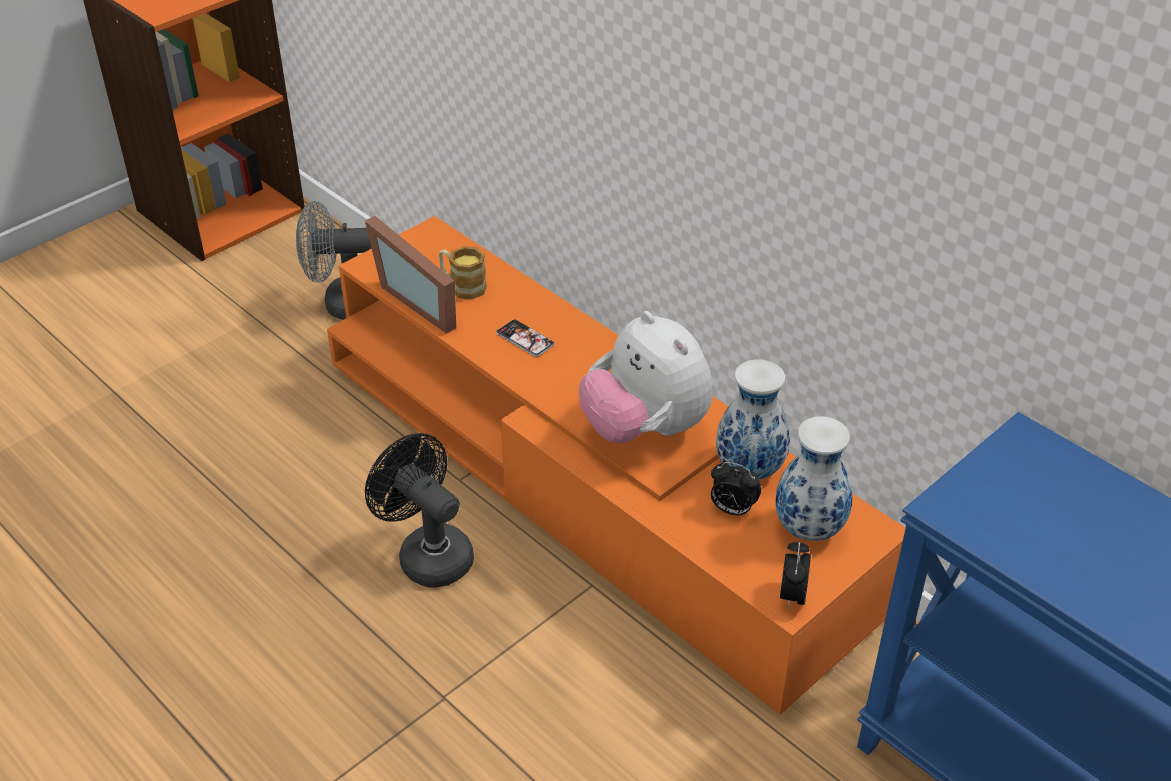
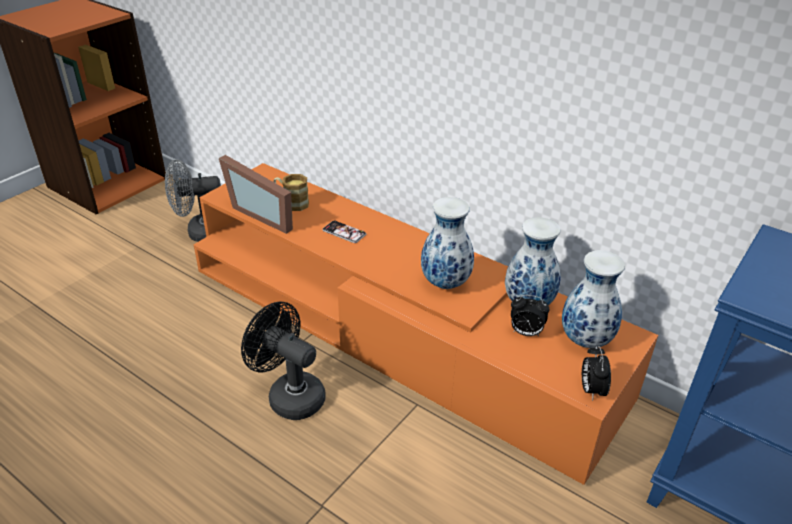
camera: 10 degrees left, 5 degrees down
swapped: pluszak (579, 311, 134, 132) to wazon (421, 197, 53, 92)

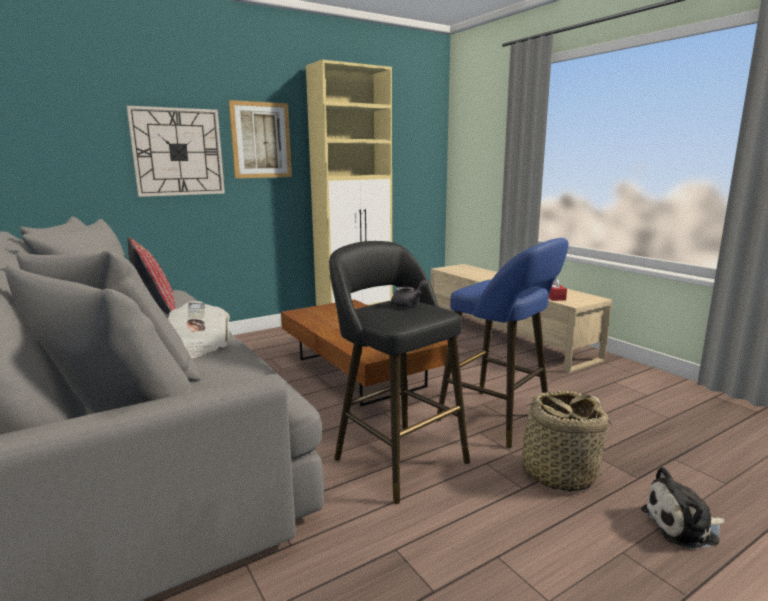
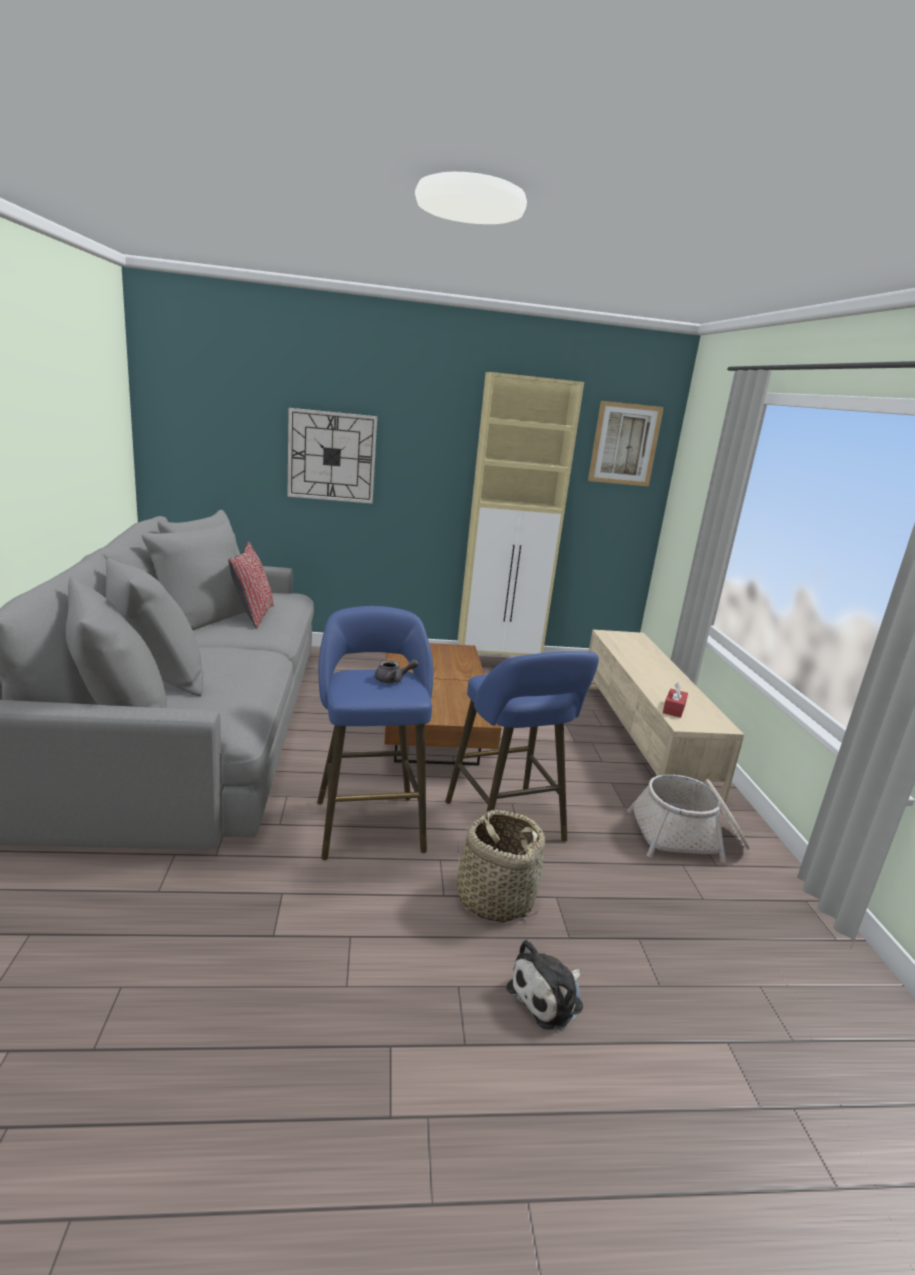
camera: 25 degrees right, 5 degrees up
gone: gazeta (168, 301, 62, 57)
new: koszyk (627, 774, 123, 88)
shifted: obraz (229, 100, 63, 78) to (588, 401, 76, 86)
repainted: stołek (czarny) (329, 241, 141, 263) to stołek (niebieski) (317, 606, 116, 254)
rotated: pluszak (641, 467, 84, 82) = (506, 940, 77, 90) 60 degrees counterclockwise

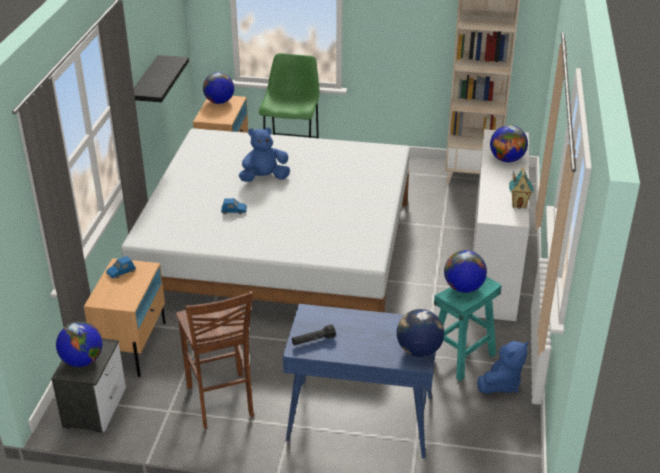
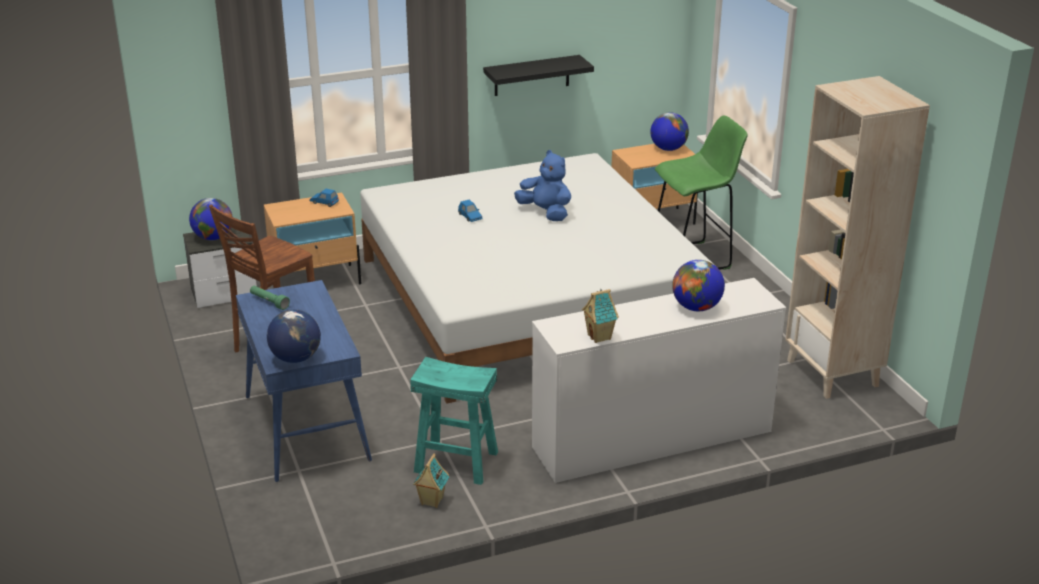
camera: 60 degrees right, 5 degrees down
gone: globus (444, 250, 43, 43)
swapped: pluszak (niebieski) (477, 341, 52, 53) to domek (413, 454, 36, 54)
repainted: latarka (czarny) (292, 324, 44, 21) to latarka (zielony) (250, 286, 40, 24)

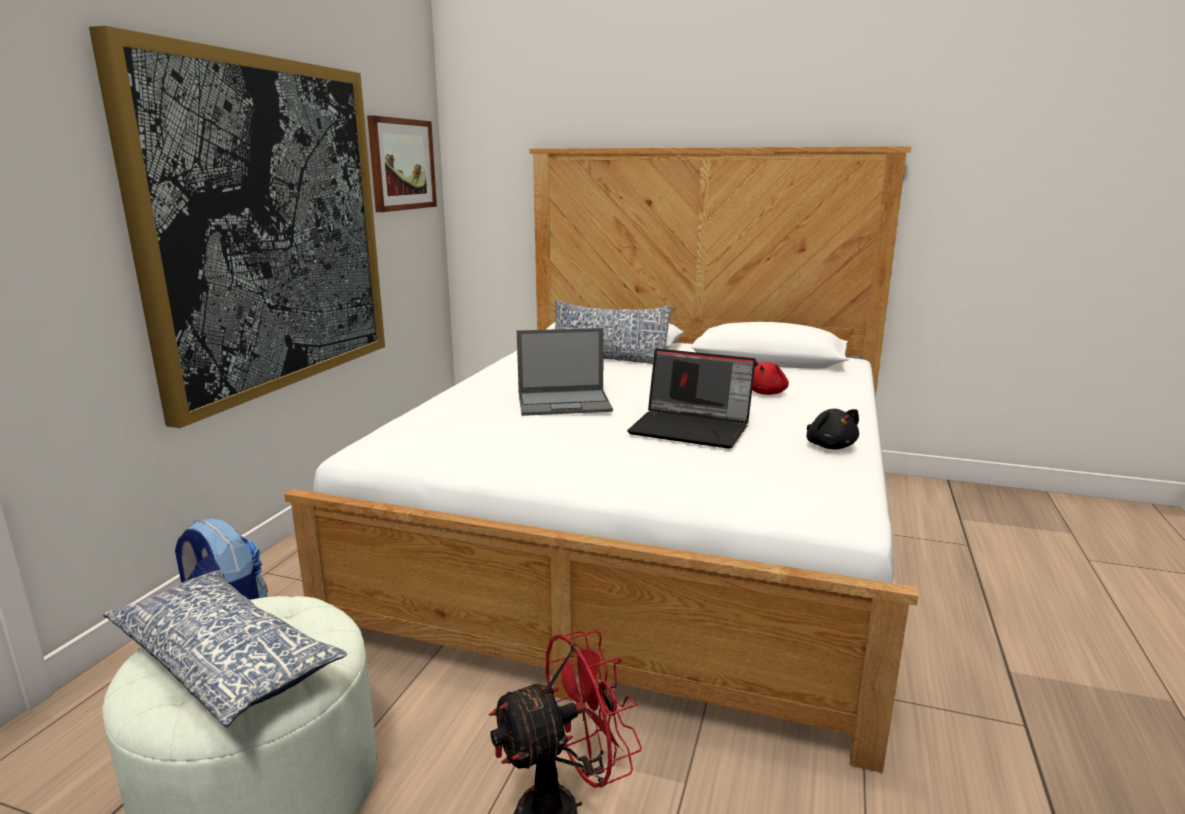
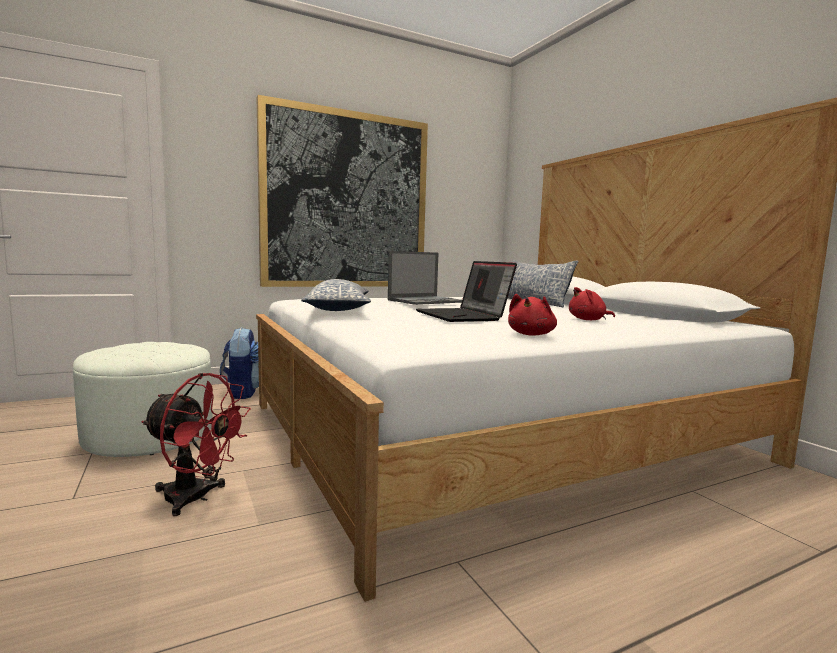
camera: 45 degrees right, 10 degrees down
gone: obraz (367, 115, 70, 97)
shifted: poduszka (103, 570, 244, 157) to (301, 279, 70, 32)
repainted: pluszak (czarny) (807, 409, 52, 40) to pluszak (czerwony) (508, 294, 49, 42)
rotated: laptop (517, 328, 96, 88) = (388, 251, 74, 54) 75 degrees counterclockwise

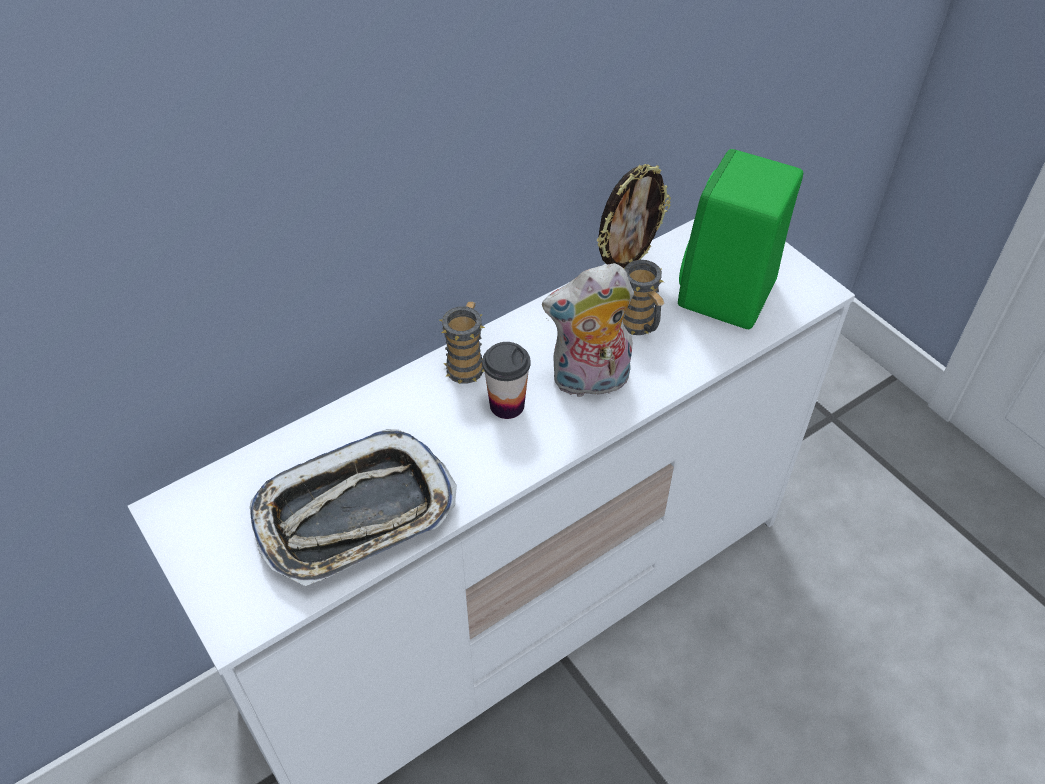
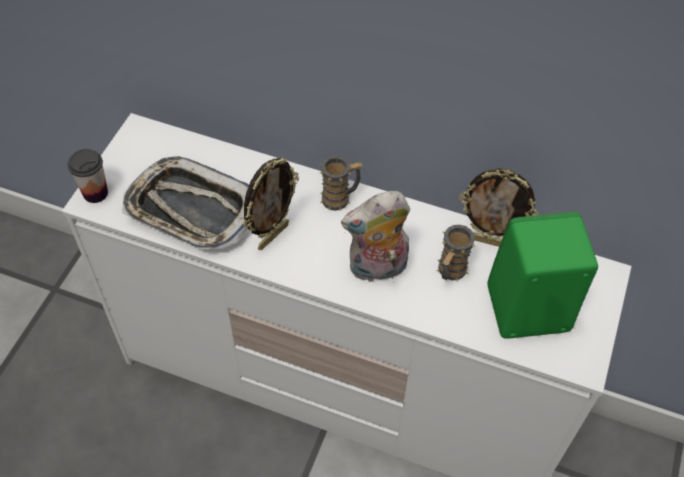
camera: 55 degrees right, 5 degrees up
new: ramka na zdjęcie (243, 158, 56, 92)
shifted: filiżanka (482, 342, 49, 77) to (68, 149, 40, 54)
rotated: pluszak (542, 263, 92, 134) = (341, 191, 69, 91) 60 degrees counterclockwise

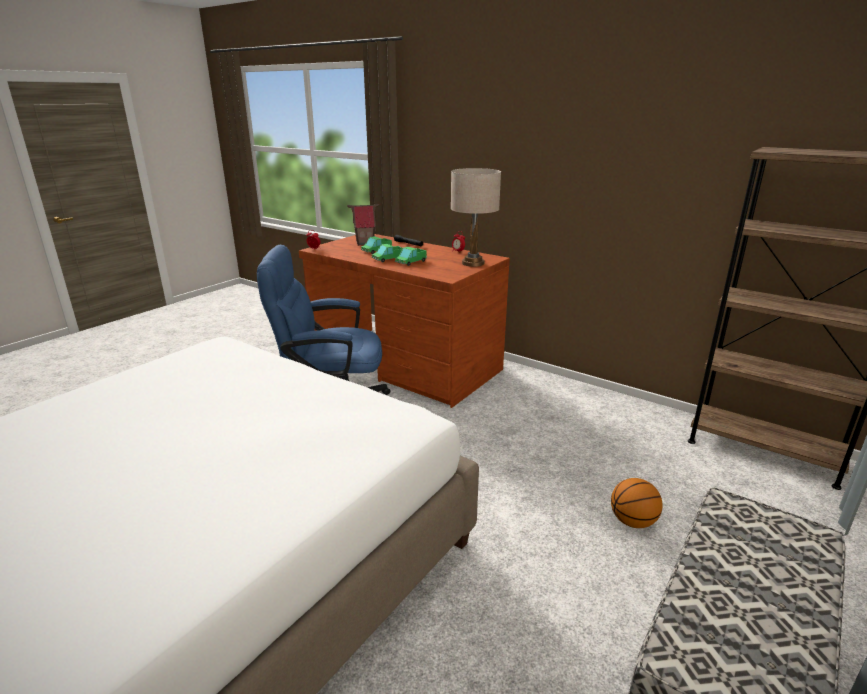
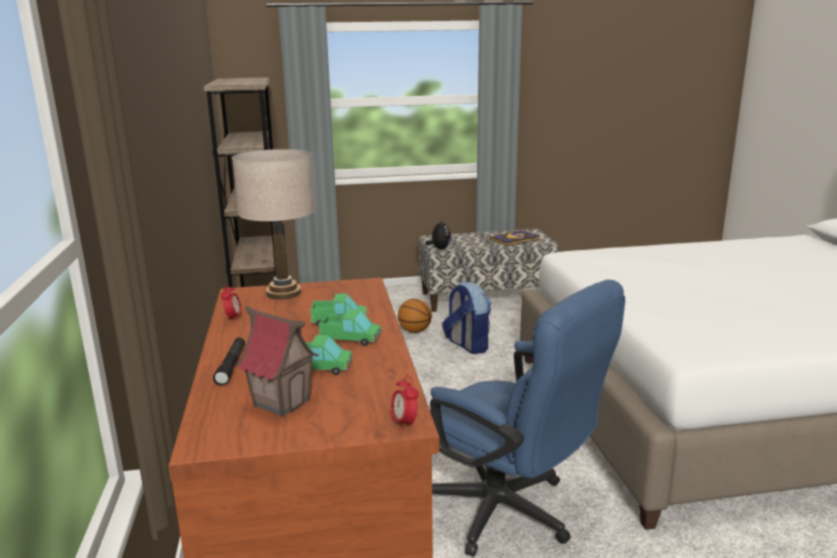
camera: 135 degrees left, 5 degrees down
new: pluszak (425, 220, 26, 29); plecak (442, 281, 49, 73); książka (490, 230, 50, 16)

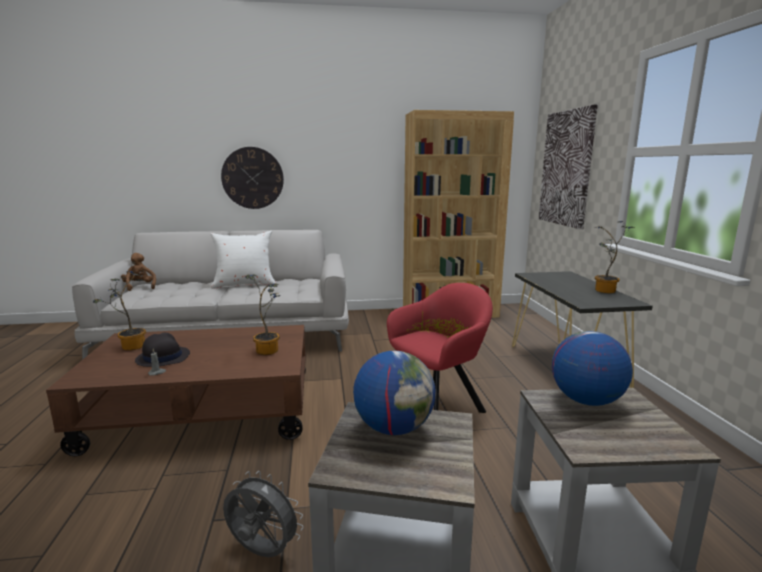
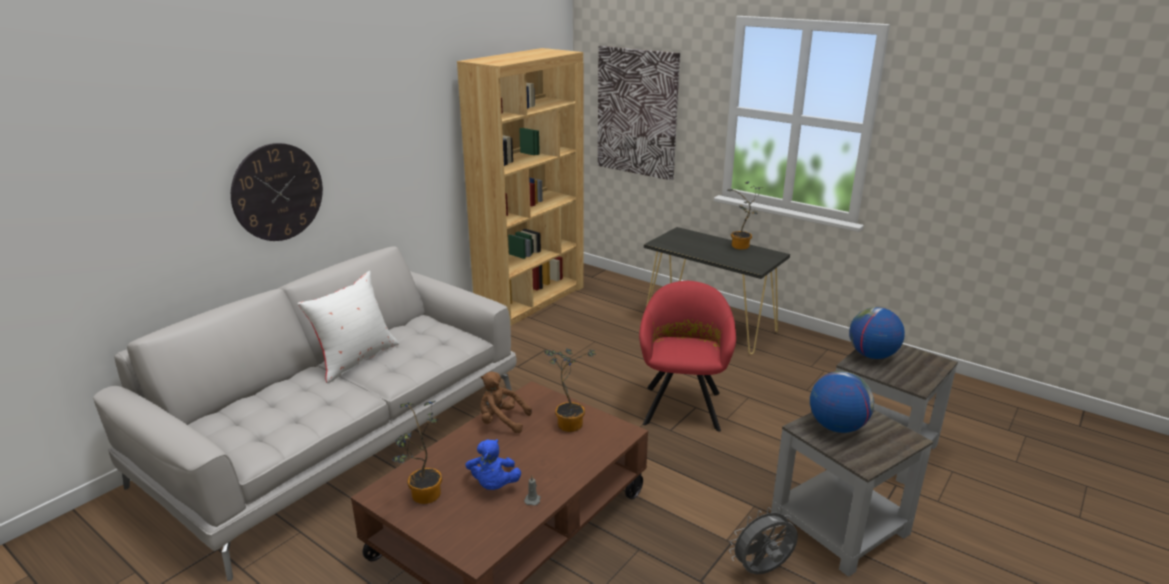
camera: 45 degrees left, 10 degrees up
shifted: pluszak (brązowy) (121, 253, 35, 38) to (480, 372, 52, 61)
swapped: kapelusz (czarny) (135, 333, 55, 34) to pluszak (niebieski) (466, 439, 55, 51)

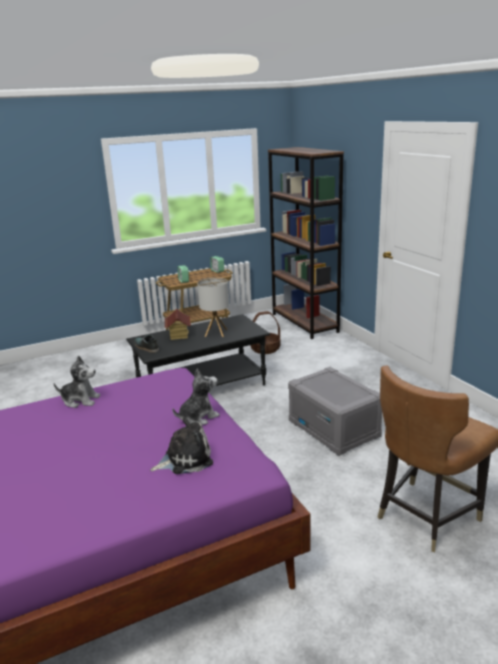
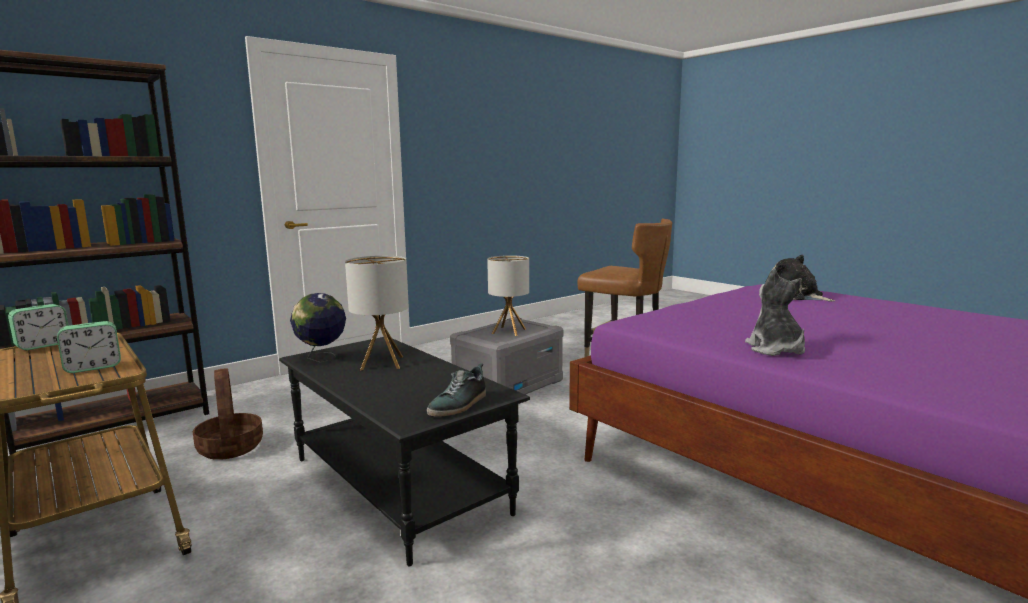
camera: 105 degrees left, 10 degrees down
gone: domek (165, 309, 26, 31); pluszak (173, 368, 47, 57)
new: globus (290, 293, 56, 70); lampa stołowa (487, 255, 42, 81)

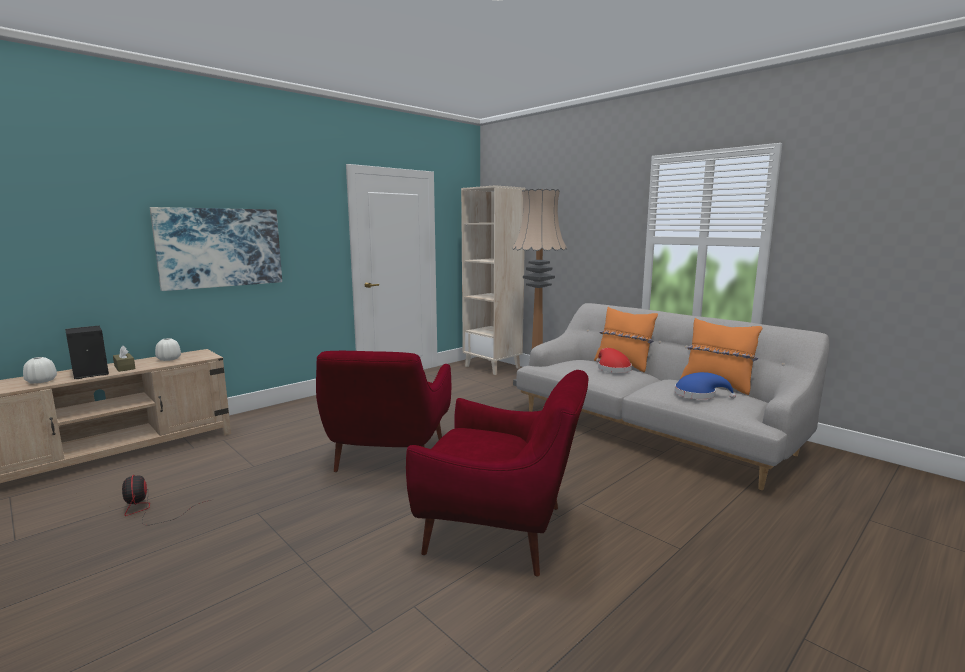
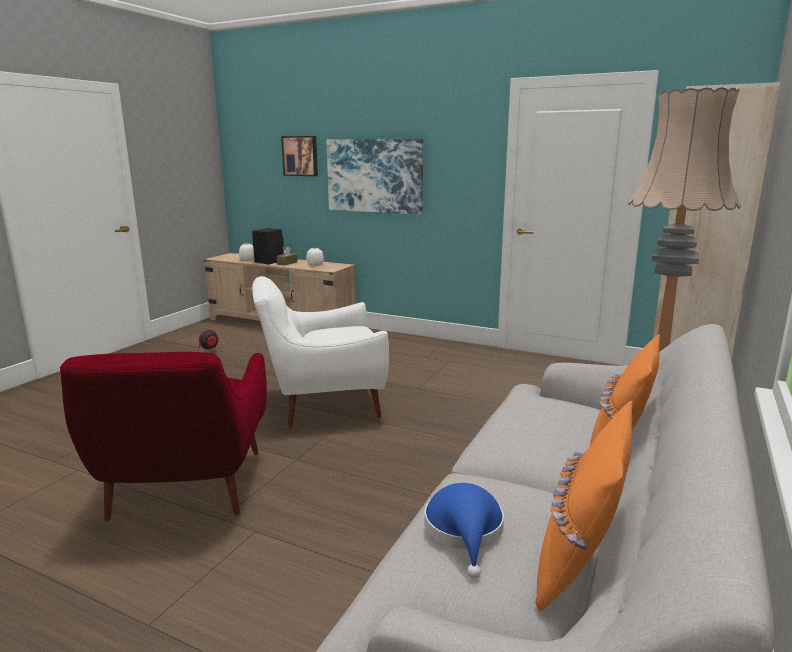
camera: 70 degrees right, 5 degrees up
gone: kapelusz (czerwony) (596, 348, 36, 25)
new: obraz (281, 136, 37, 40)
repainted: fotel (czerwony) (316, 351, 135, 121) to fotel (biały) (252, 276, 137, 152)

